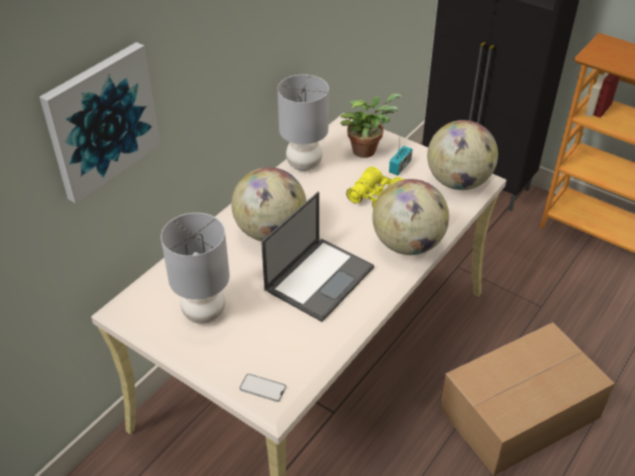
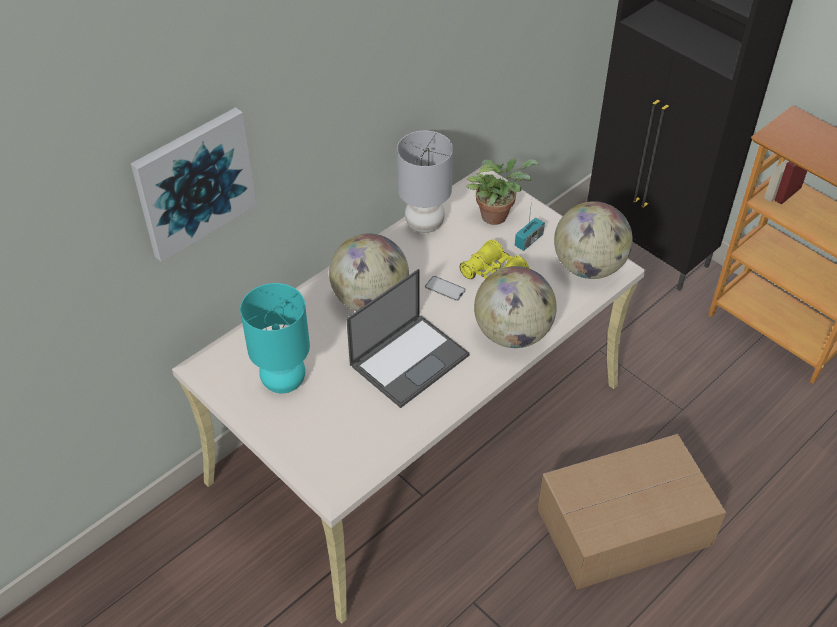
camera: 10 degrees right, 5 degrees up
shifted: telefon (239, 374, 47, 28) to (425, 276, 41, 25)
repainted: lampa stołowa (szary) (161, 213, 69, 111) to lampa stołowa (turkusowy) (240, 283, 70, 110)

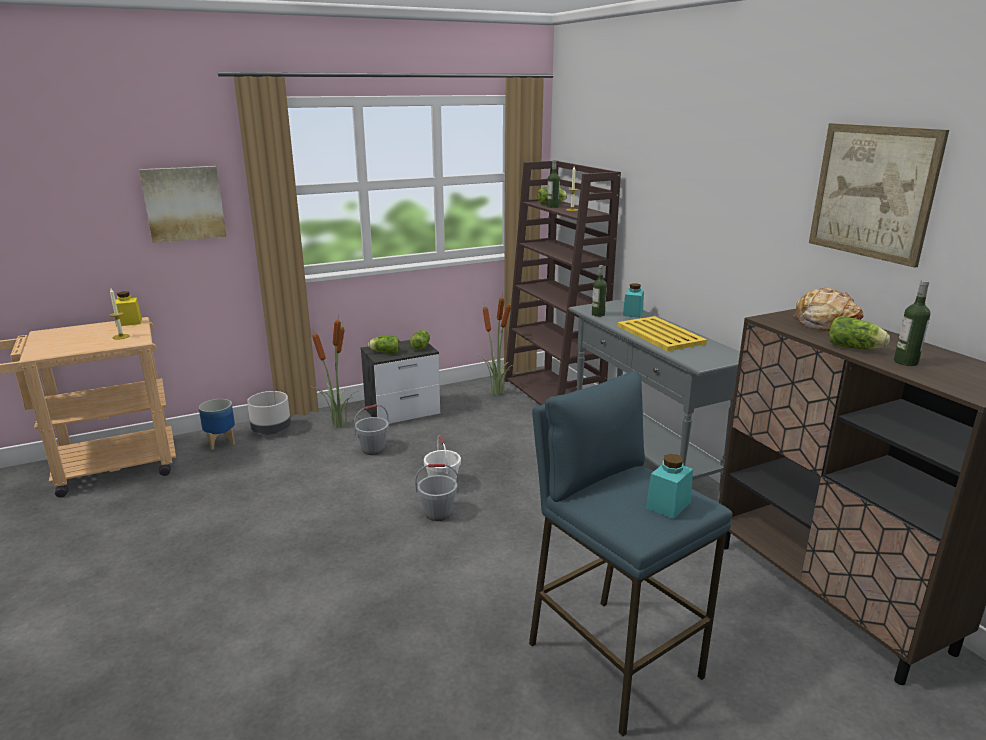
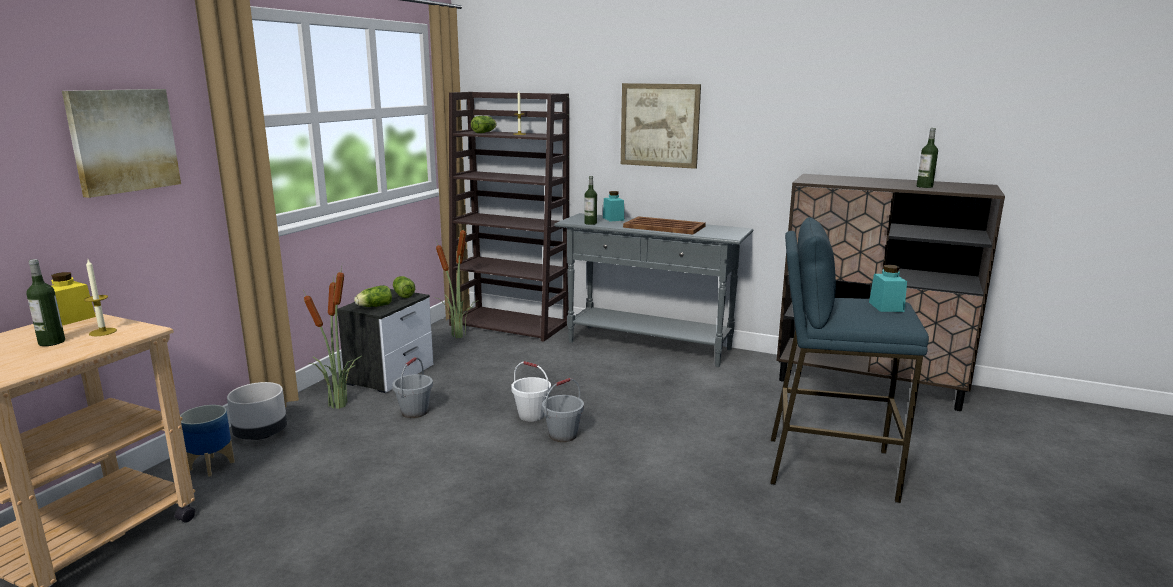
camera: 40 degrees left, 5 degrees down
gone: chleb (794, 287, 70, 44); sałata (829, 316, 61, 33)
shifted: butelka (547, 160, 13, 48) to (26, 259, 39, 87); obraz (809, 123, 140, 145) to (621, 83, 80, 86)
repainted: taca (żółty) (618, 316, 89, 35) to taca (brązowy) (623, 216, 83, 18)

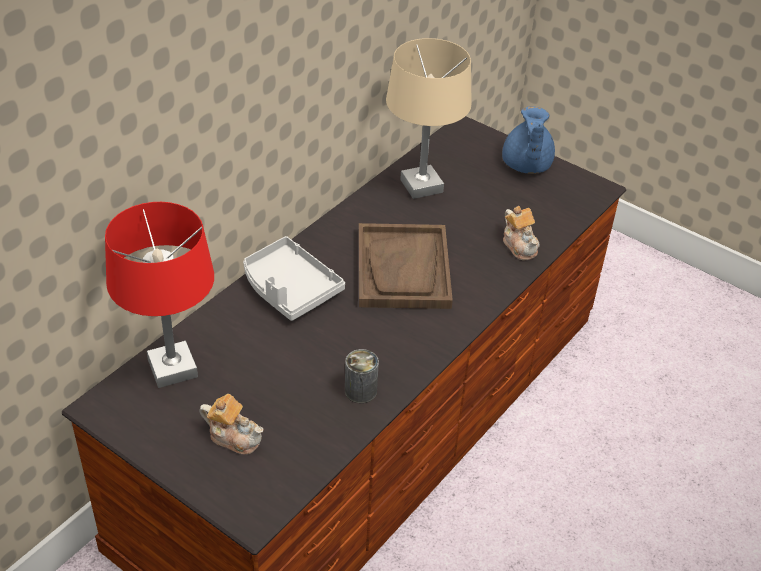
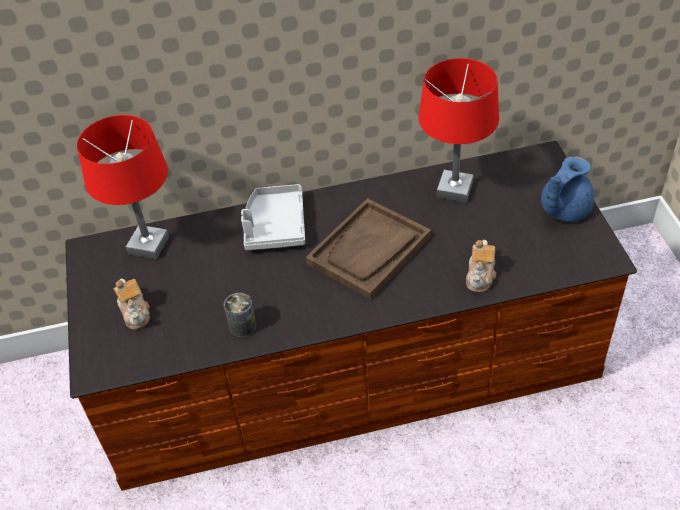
camera: 45 degrees right, 5 degrees up
repainted: lampa stołowa (beżowy) (386, 38, 86, 161) to lampa stołowa (czerwony) (418, 58, 81, 145)

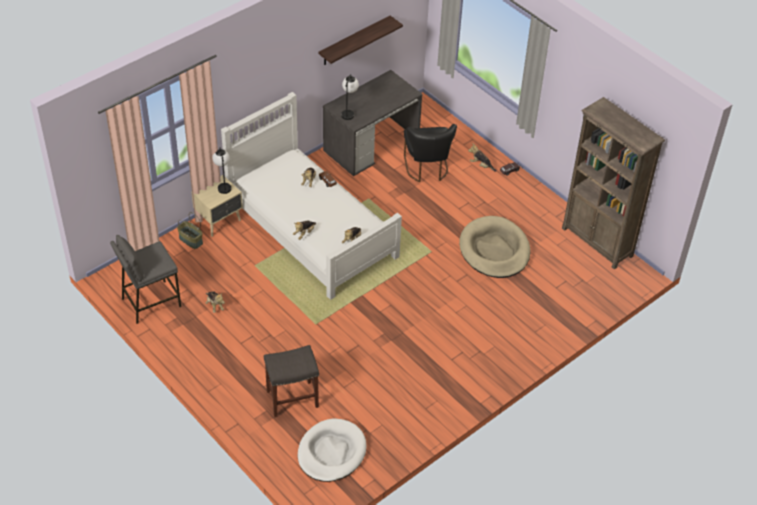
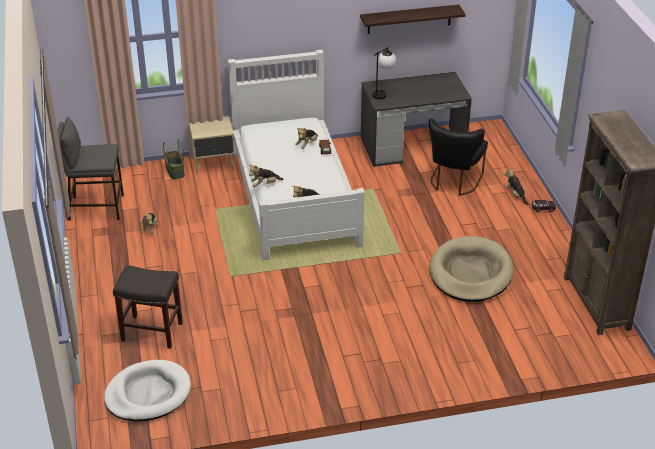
camera: 30 degrees right, 10 degrees down
gone: lampa stołowa (212, 148, 19, 46)

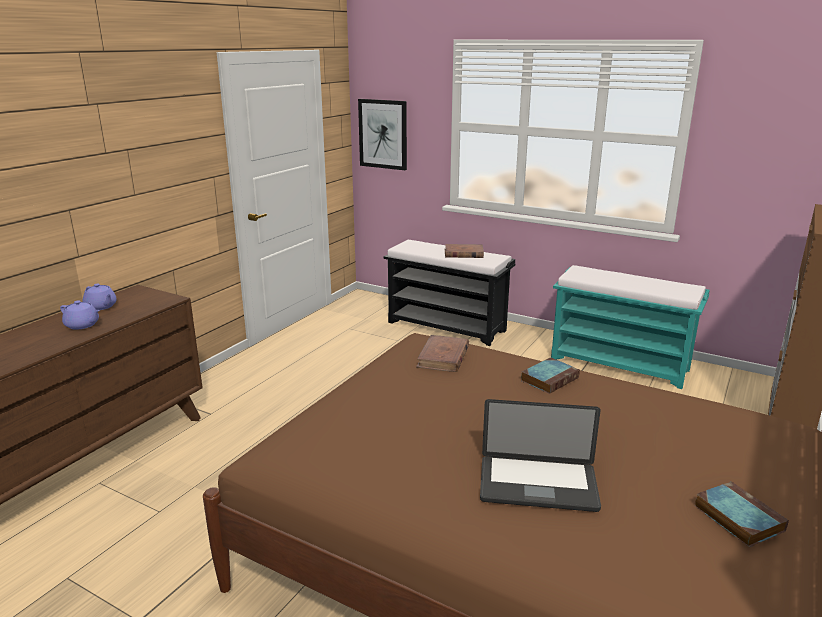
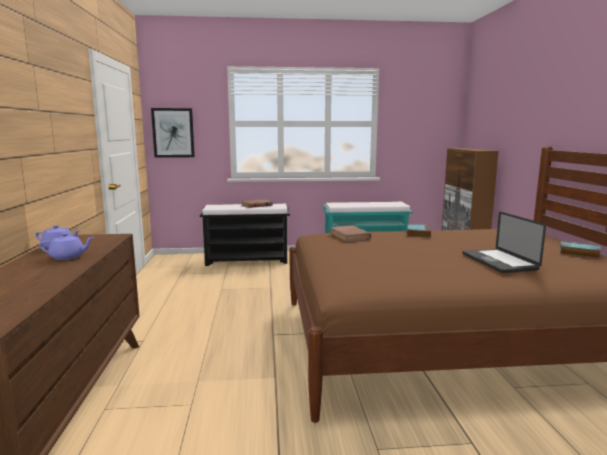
camera: 35 degrees left, 10 degrees down
rotated: laptop (480, 399, 121, 113) = (462, 212, 84, 61) 105 degrees clockwise

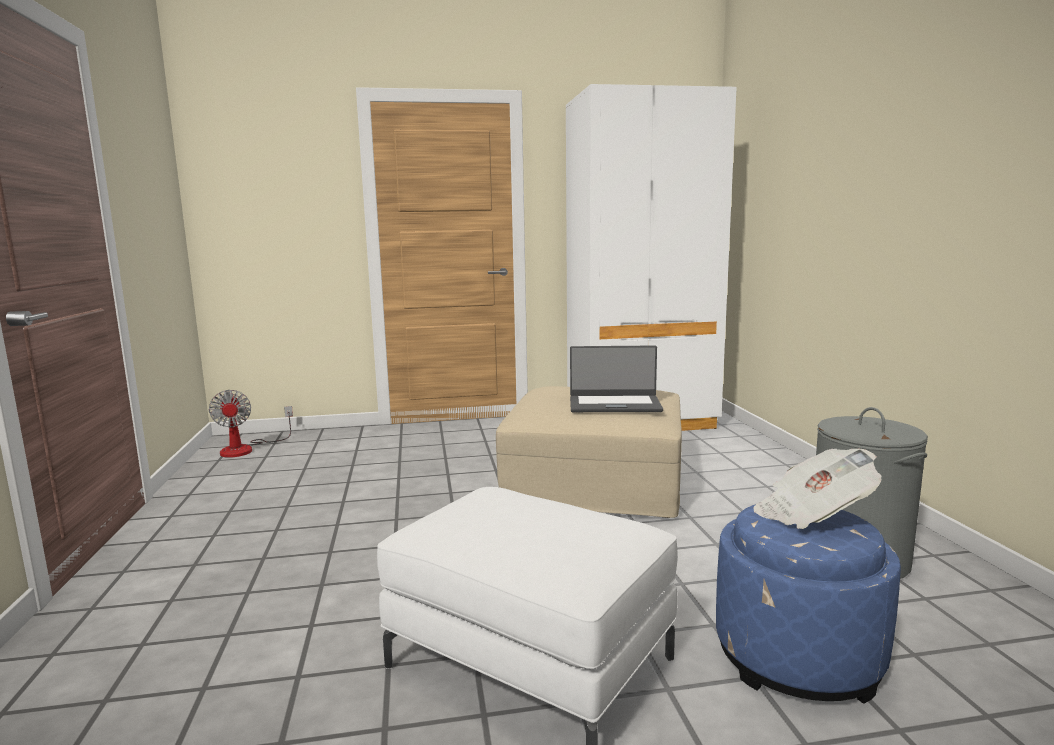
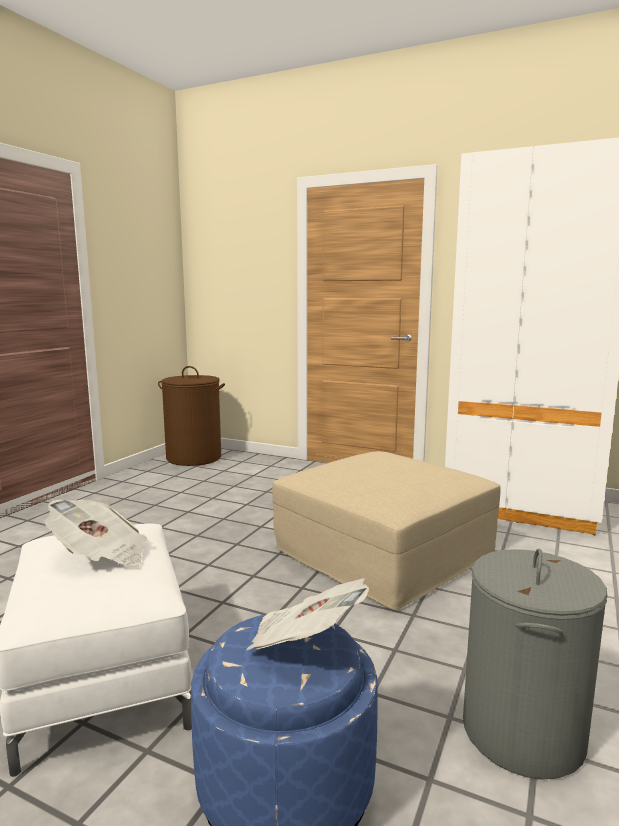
camera: 35 degrees right, 0 degrees up
gone: laptop (570, 345, 93, 67)
new: gazeta (45, 499, 102, 68)
swapped: wentylator (209, 390, 84, 68) to kosz na pranie (brązowy) (158, 366, 67, 100)

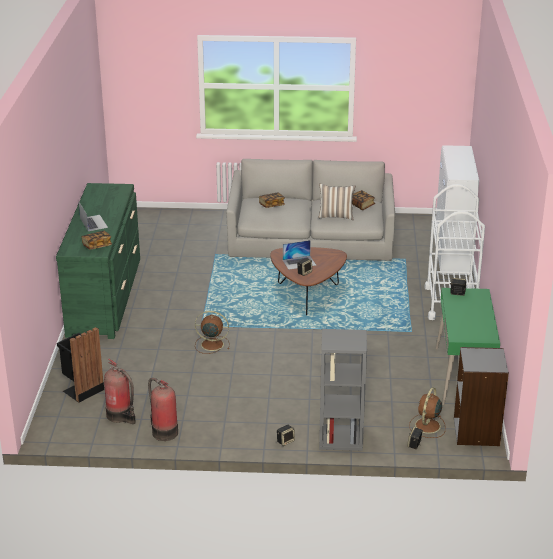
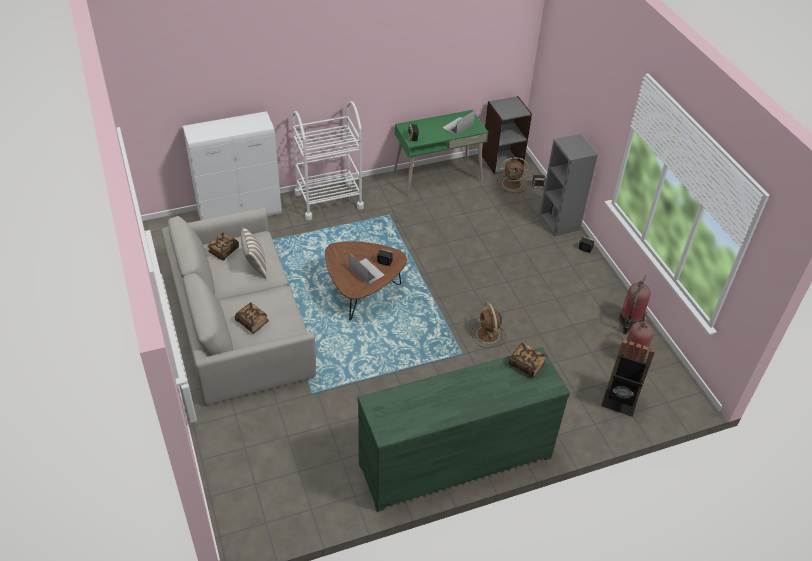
camera: 115 degrees left, 15 degrees up
shifted: laptop (79, 202, 29, 29) to (442, 111, 33, 25)

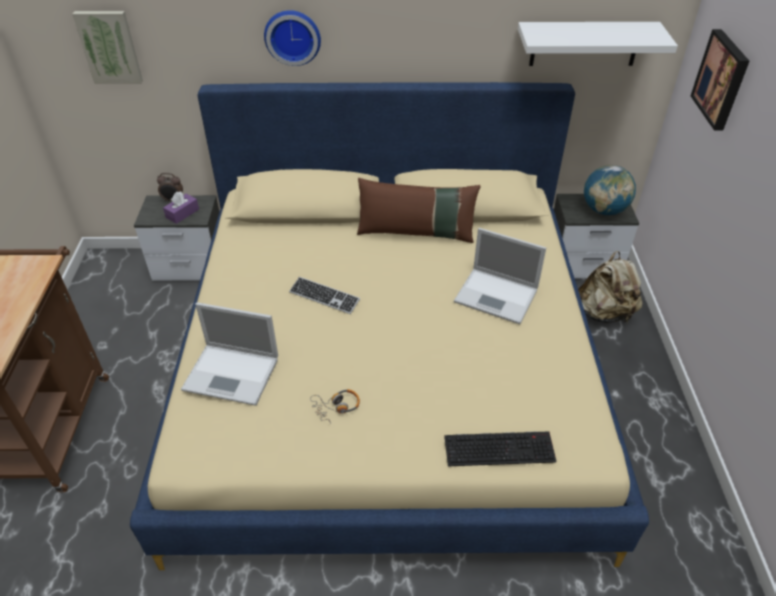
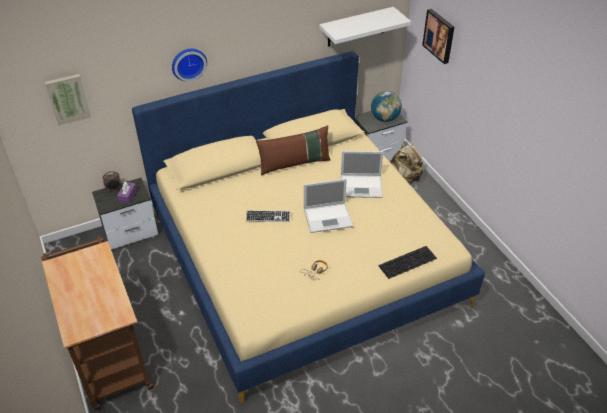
camera: 25 degrees left, 0 degrees up
shifted: laptop (181, 302, 97, 104) to (304, 179, 49, 54)

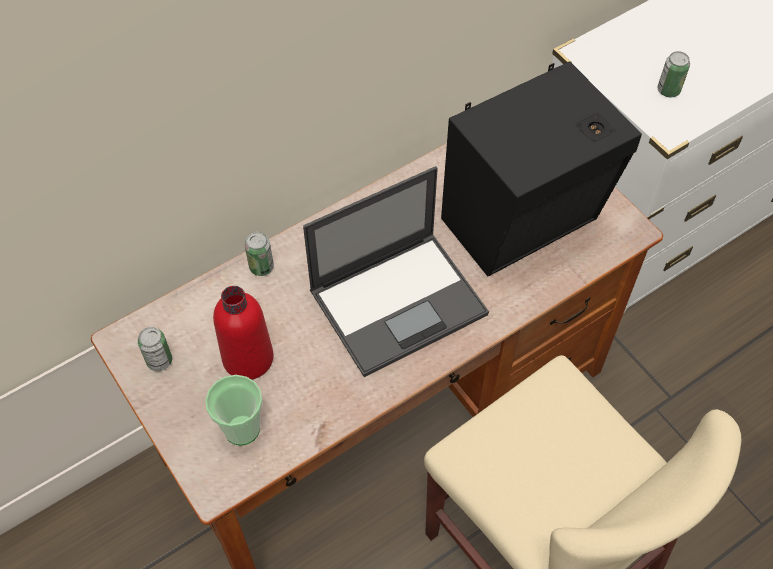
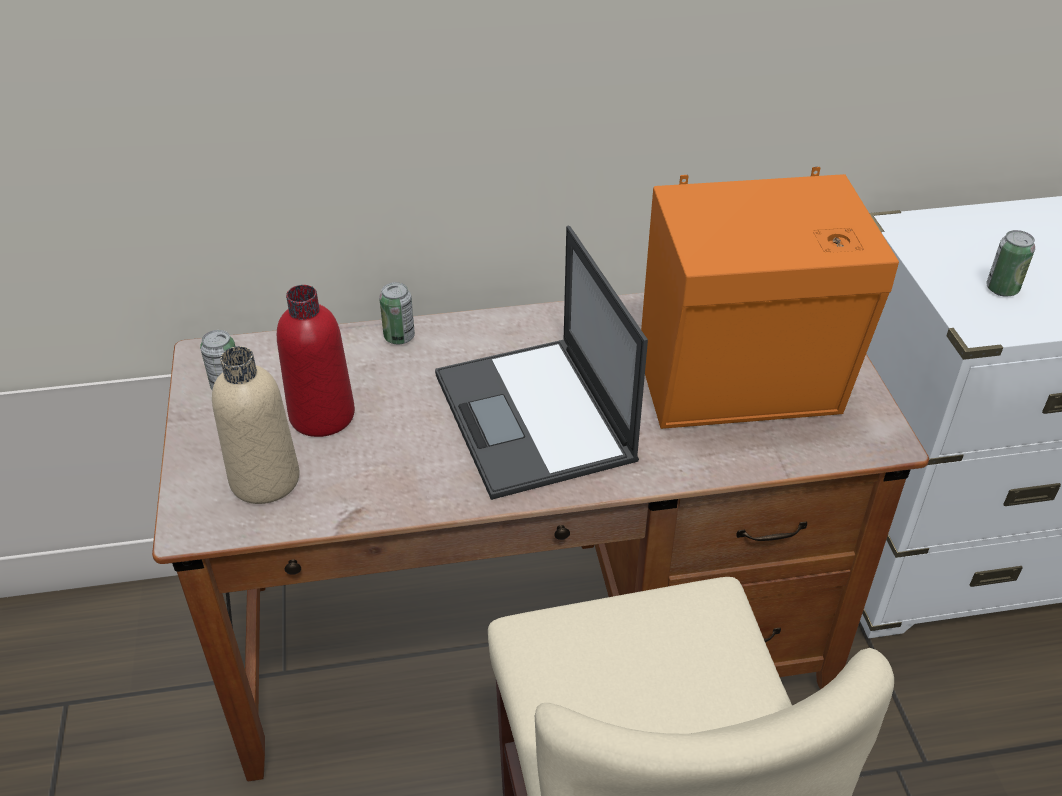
camera: 25 degrees right, 15 degrees down
swapped: filiżanka (205, 375, 58, 71) to butelka (beżowy) (212, 346, 88, 158)
repainted: głośnik (czarny) (441, 61, 201, 215) to głośnik (pomarańczowy) (641, 167, 258, 262)
rotated: laptop (303, 166, 186, 211) = (435, 226, 213, 274) 75 degrees clockwise

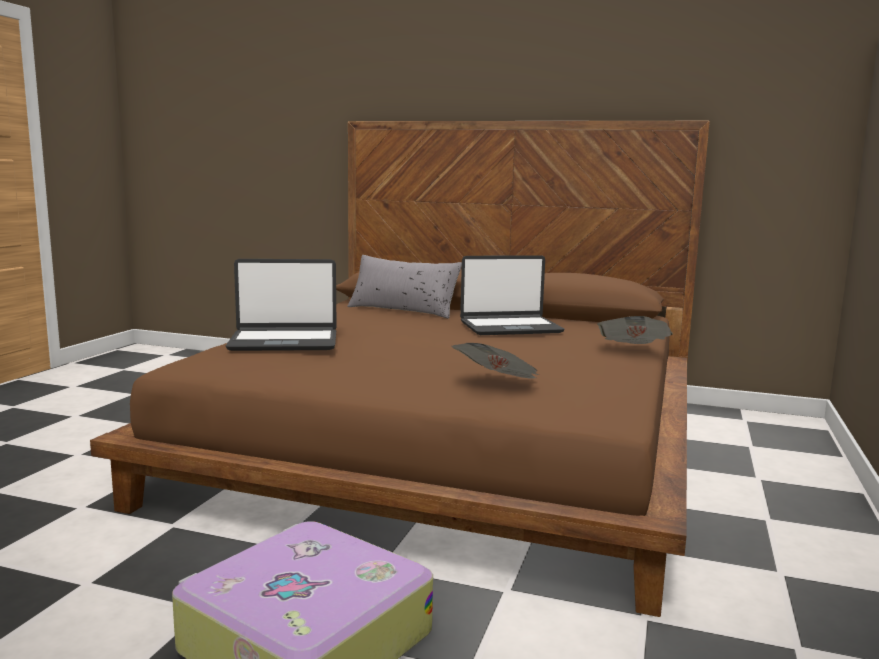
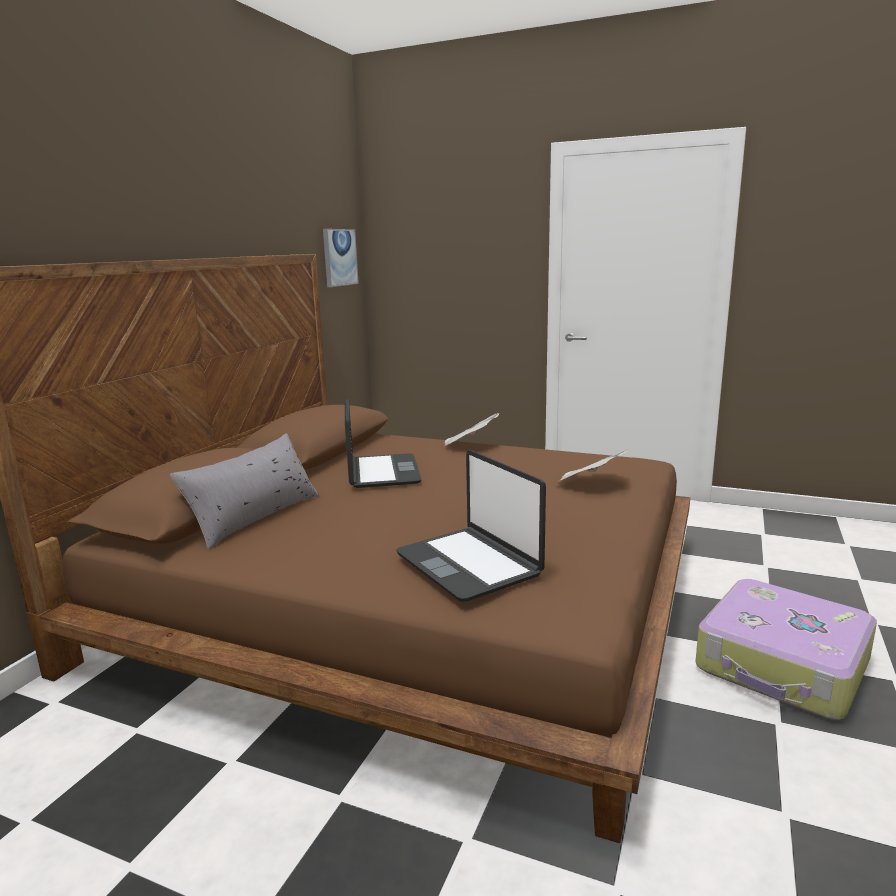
camera: 85 degrees left, 5 degrees up
new: obraz (323, 229, 36, 58)
rotated: laptop (226, 259, 111, 92) = (396, 450, 150, 152) 150 degrees clockwise

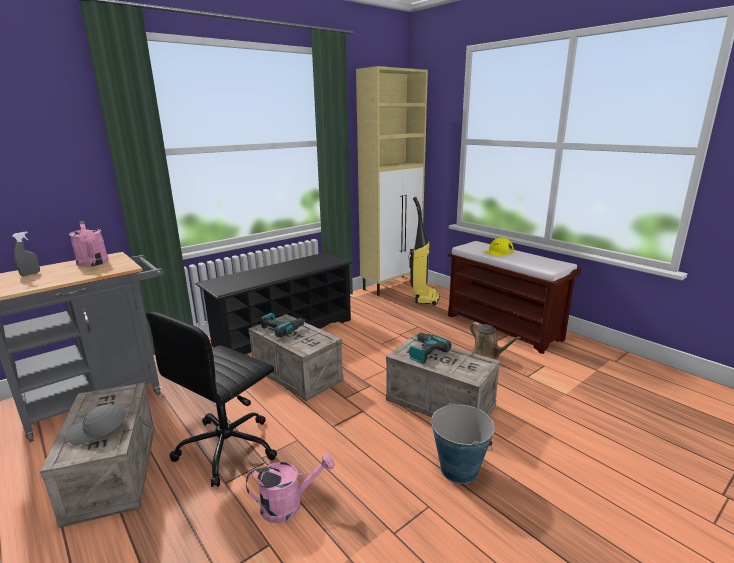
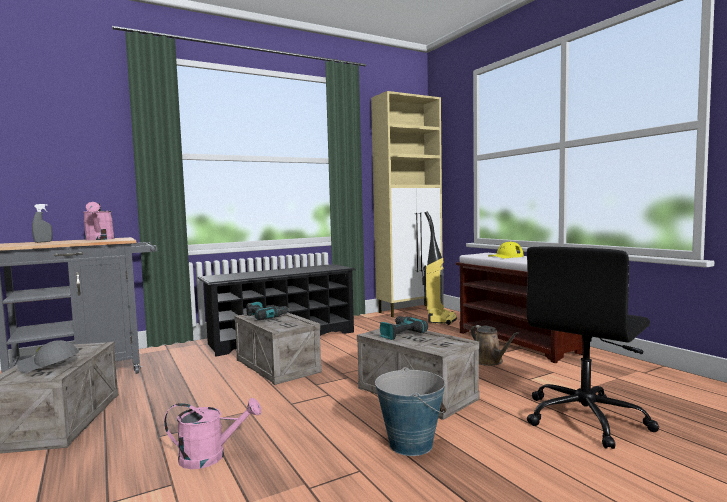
camera: 10 degrees right, 15 degrees down
shifted: krzesło biurowe (czarny) (146, 312, 131, 175) to (527, 246, 132, 203)

